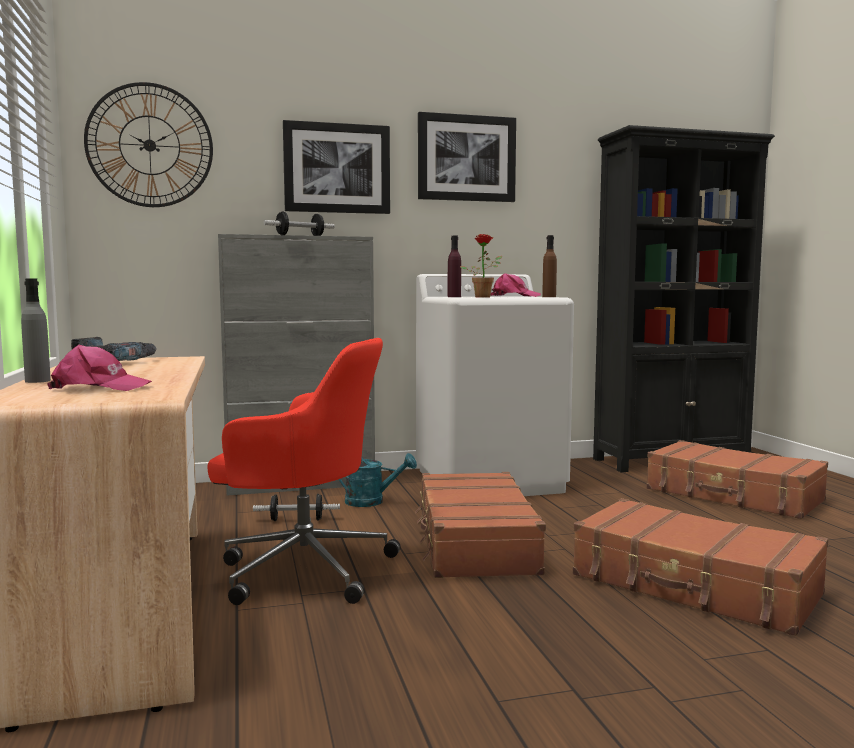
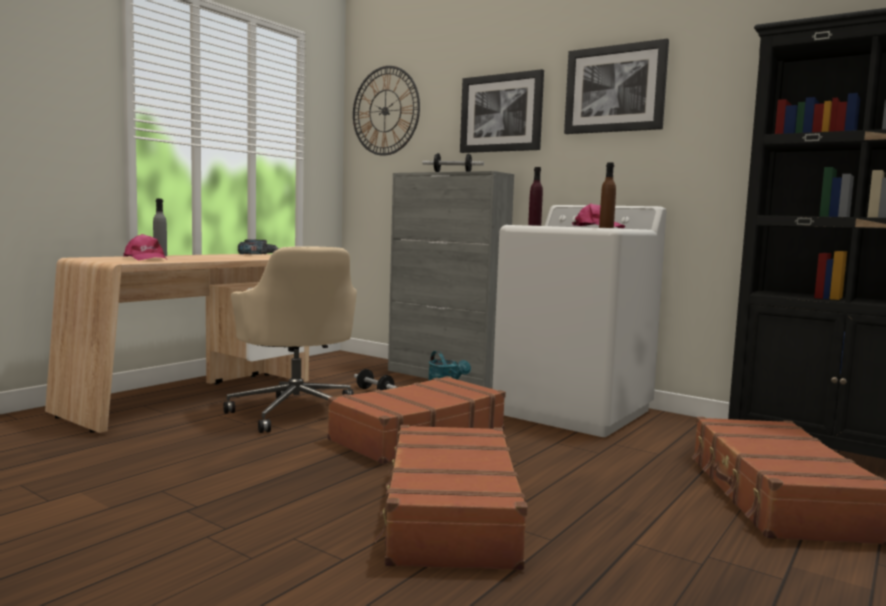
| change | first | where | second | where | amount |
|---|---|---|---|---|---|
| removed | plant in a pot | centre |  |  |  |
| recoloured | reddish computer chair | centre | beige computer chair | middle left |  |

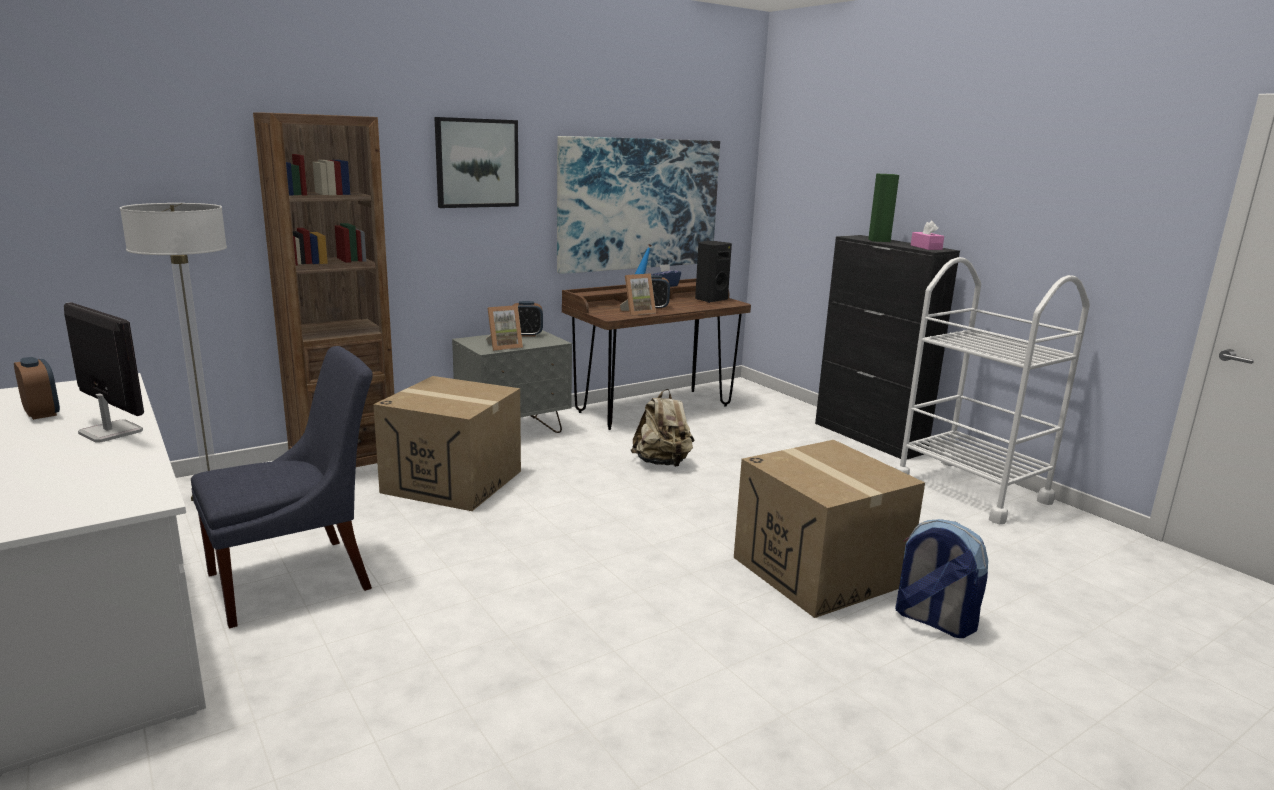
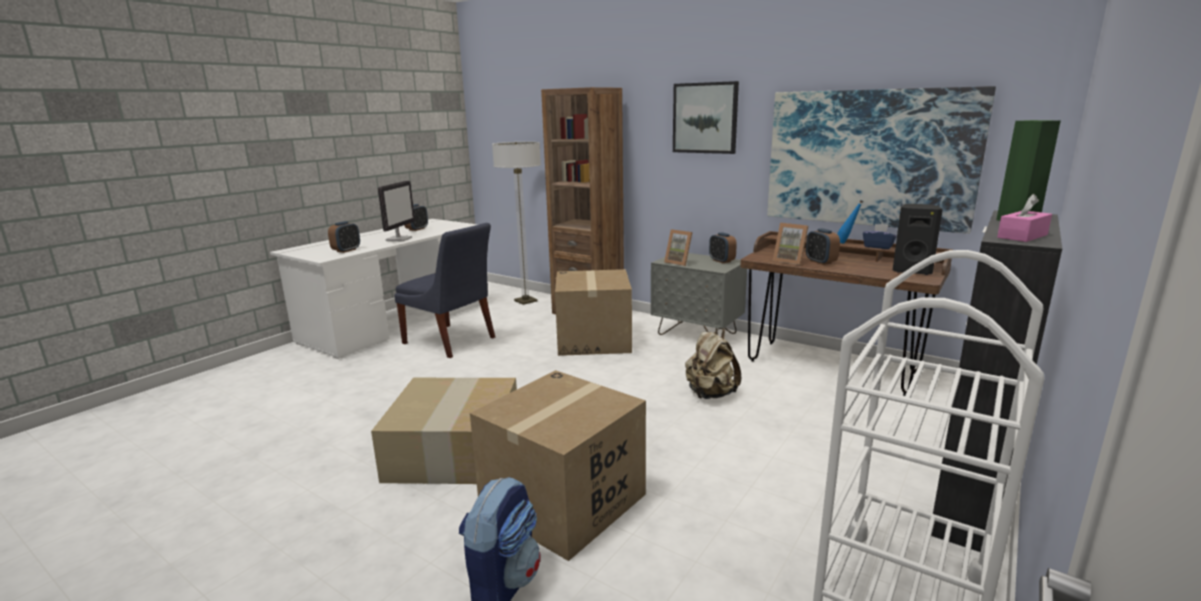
| change | first | where | second | where | amount |
|---|---|---|---|---|---|
| added |  |  | table clock (1st from left) | middle left |  |
| added |  |  | cardboard box (1st from left) | bottom centre |  |

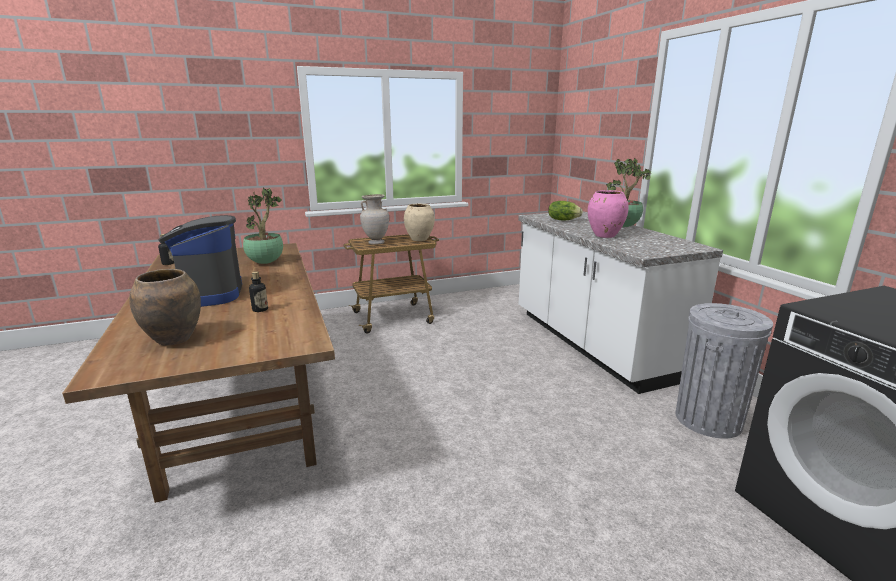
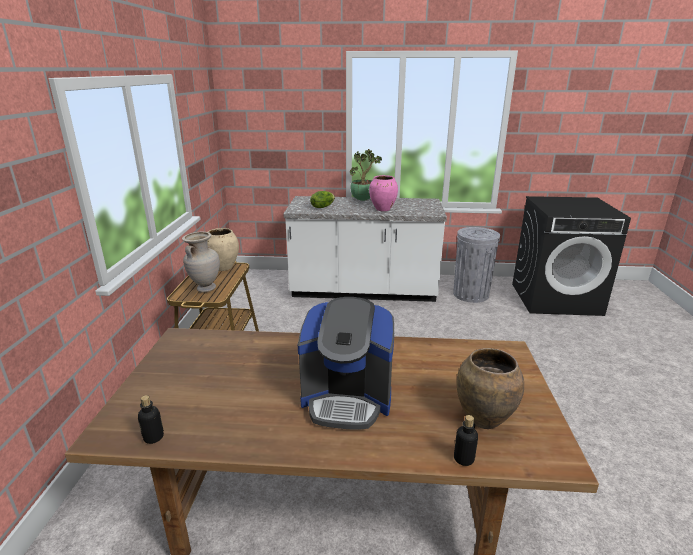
| change | first | where | second | where | amount |
|---|---|---|---|---|---|
| removed | plant in a pot (1st from left) | middle left |  |  |  |
| moved | bottle (2nd from left) | middle left |  | bottom right |  |

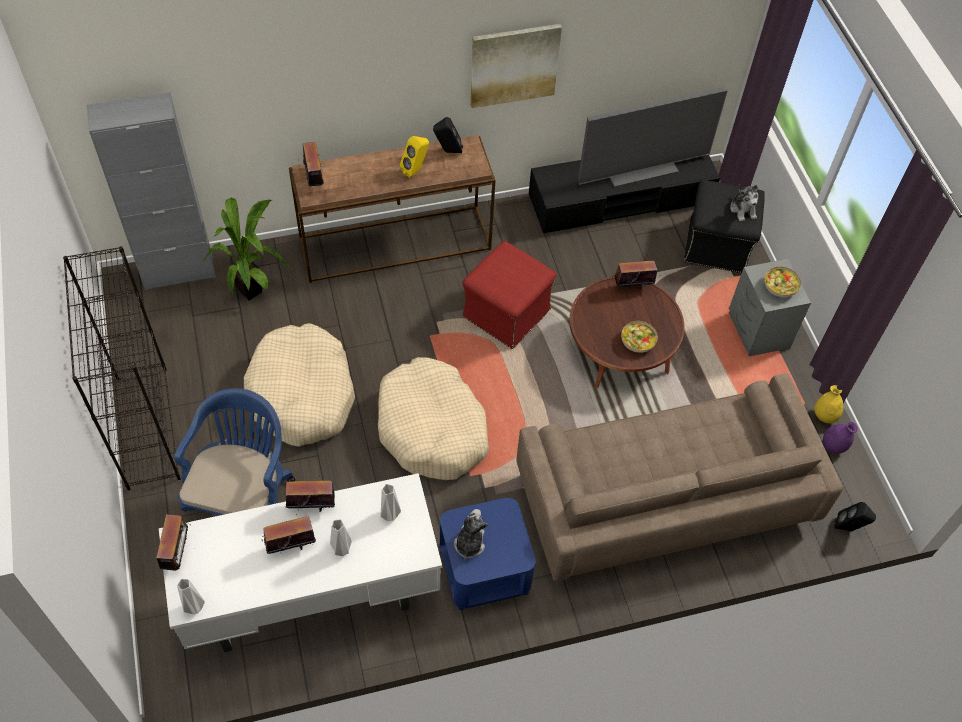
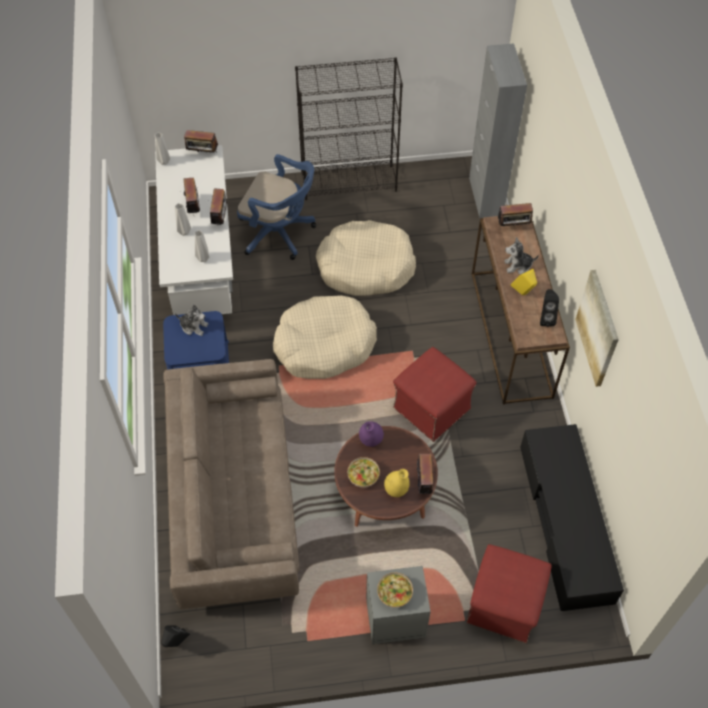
| change | first | where | second | where | amount |
|---|---|---|---|---|---|
| removed | TV | top right |  |  |  |
| recoloured | black-coloured pouffe | top right | reddish pouffe (2nd from left) | bottom right |  |
| moved | plush toy (2nd from left) | top right |  | middle right |  |
| removed | plant in a pot | middle left |  |  |  |
| moved | yellow decorative vase | middle right |  | bottom centre |  |
| moved | purplish decorative vase | middle right |  | centre |  |

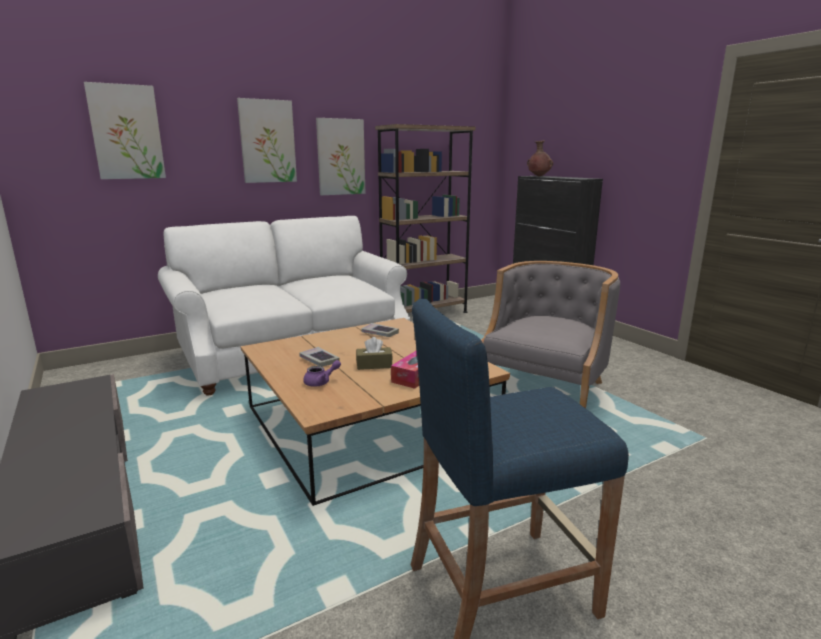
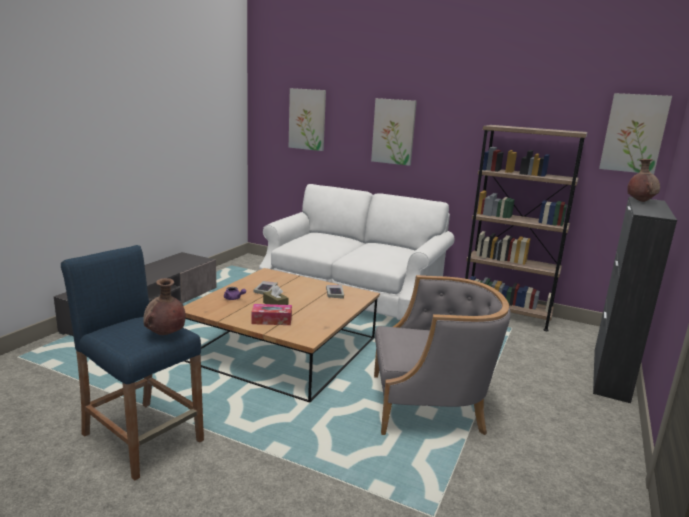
| change | first | where | second | where | amount |
|---|---|---|---|---|---|
| moved | wall art (3rd from left) | top centre |  | top right |  |
| added |  |  | brown decorative vase (1st from left) | middle left |  |

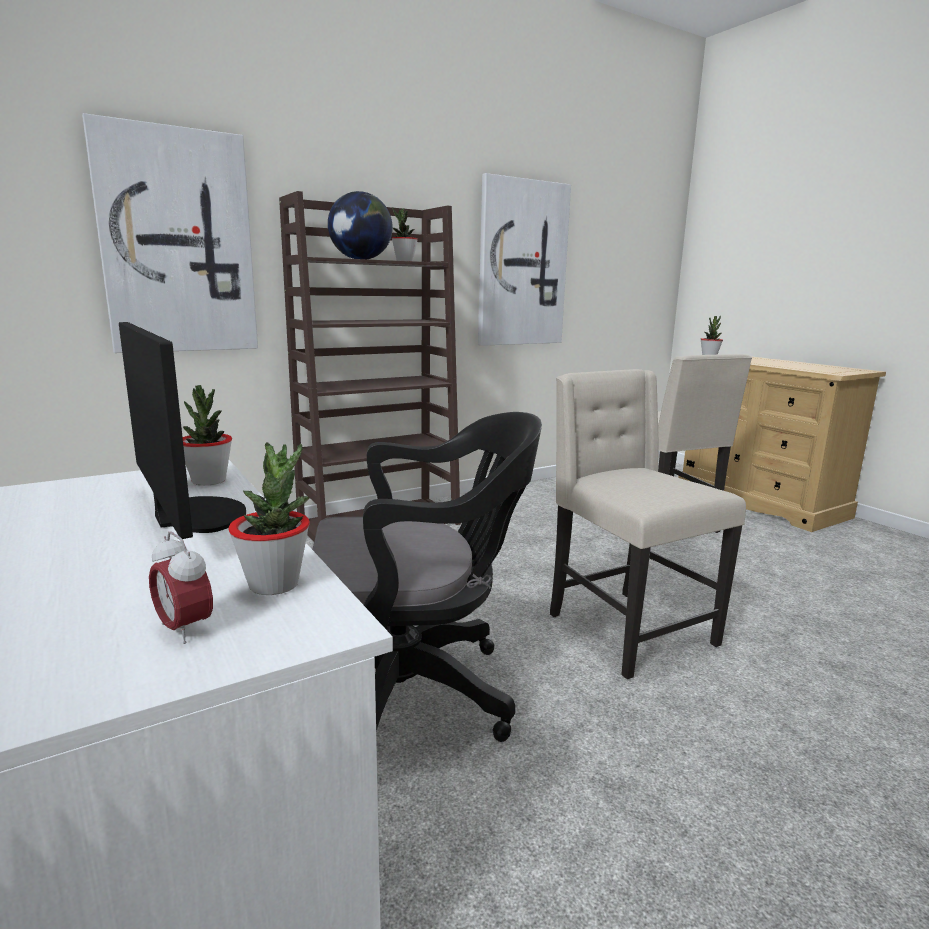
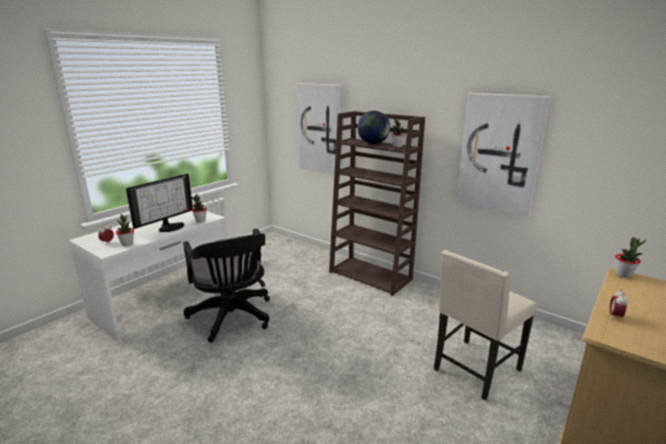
| change | first | where | second | where | amount |
|---|---|---|---|---|---|
| removed | beige plain chair (1st from left) | middle right |  |  |  |
| added |  |  | table clock (2nd from left) | bottom right |  |

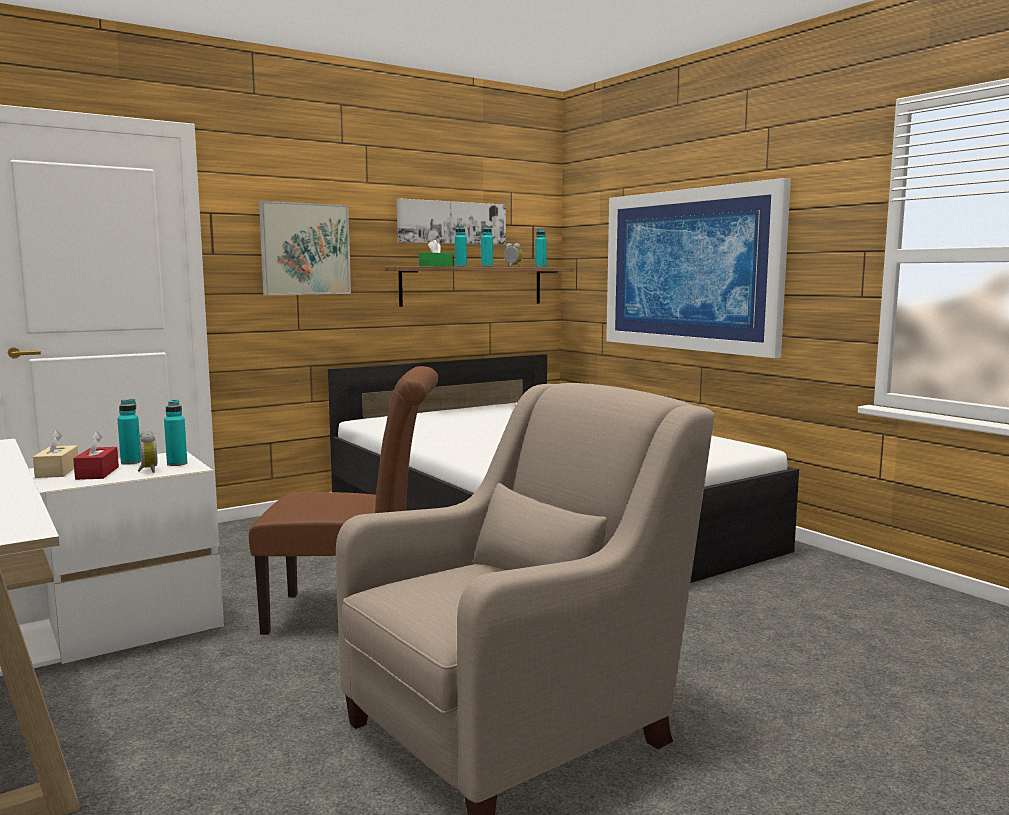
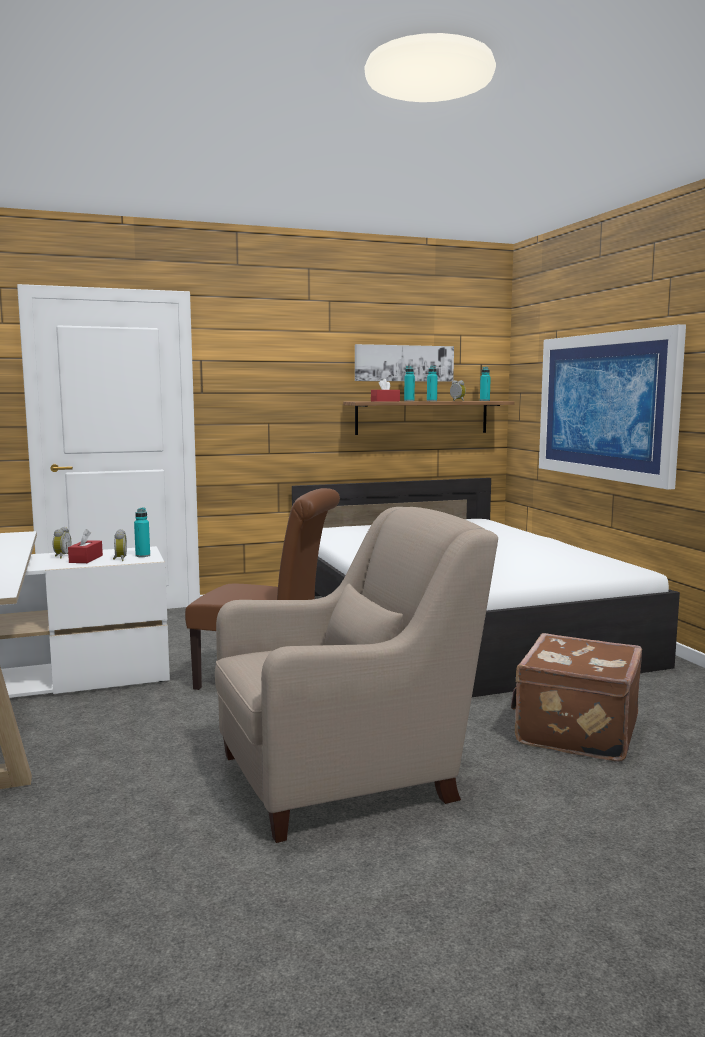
| change | first | where | second | where | amount |
|---|---|---|---|---|---|
| removed | wall art (1st from left) | top left |  |  |  |
| recoloured | greenish box of tissues | top centre | reddish box of tissues (2nd from left) | centre |  |
| removed | turquoise-coloured bottle (1st from left) | middle left |  |  |  |
| replaced | beige box of tissues | middle left | table clock (1st from left) | middle left |  |
| added |  |  | brown piece of luggage | bottom right |  |

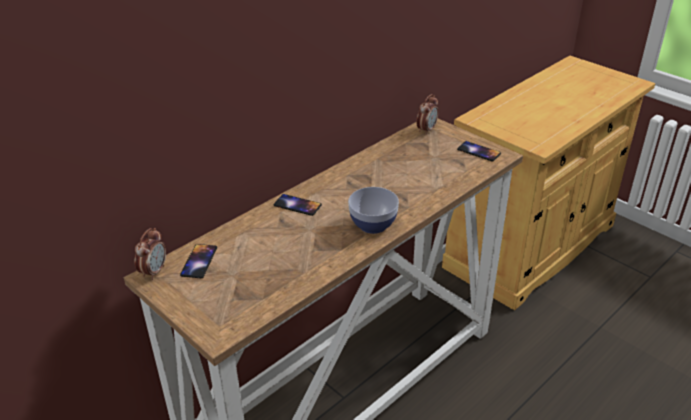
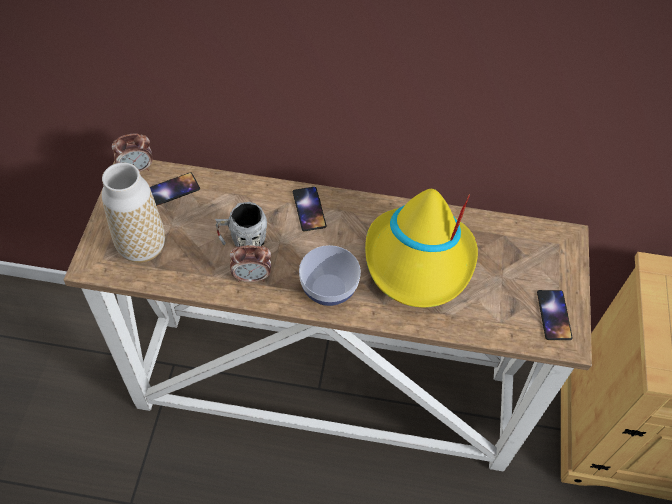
| change | first | where | second | where | amount |
|---|---|---|---|---|---|
| moved | table clock (2nd from left) | top centre |  | centre |  |
| added |  |  | decorative vase | middle left |  |
| added |  |  | yellow hat | centre |  |
| added |  |  | grey mug | centre |  |

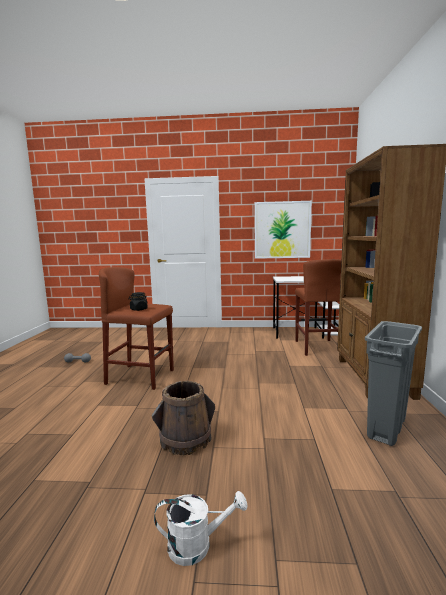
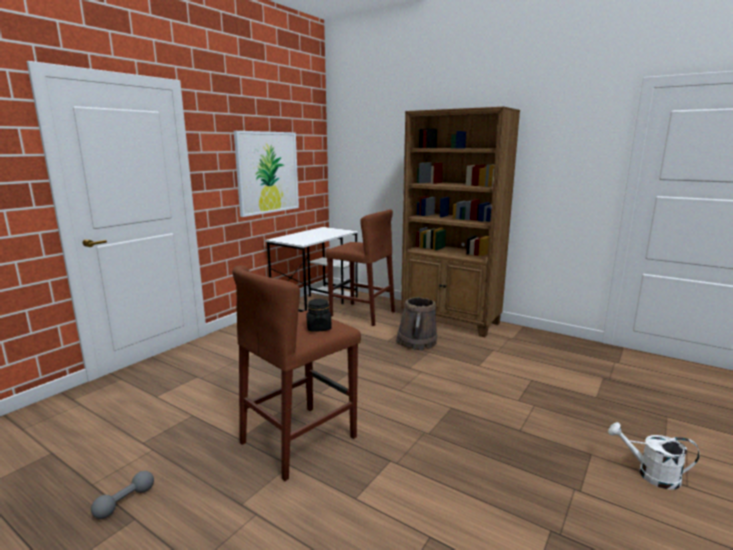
| change | first | where | second | where | amount |
|---|---|---|---|---|---|
| removed | grey waste bin | middle right |  |  |  |
| moved | brown pail | bottom centre |  | centre |  |
| turned | whitish watering pot | bottom centre |  | bottom right | 90 degrees counterclockwise |

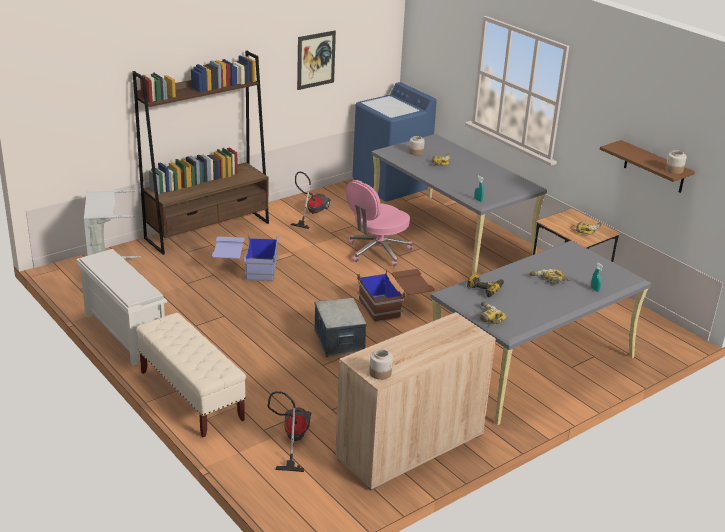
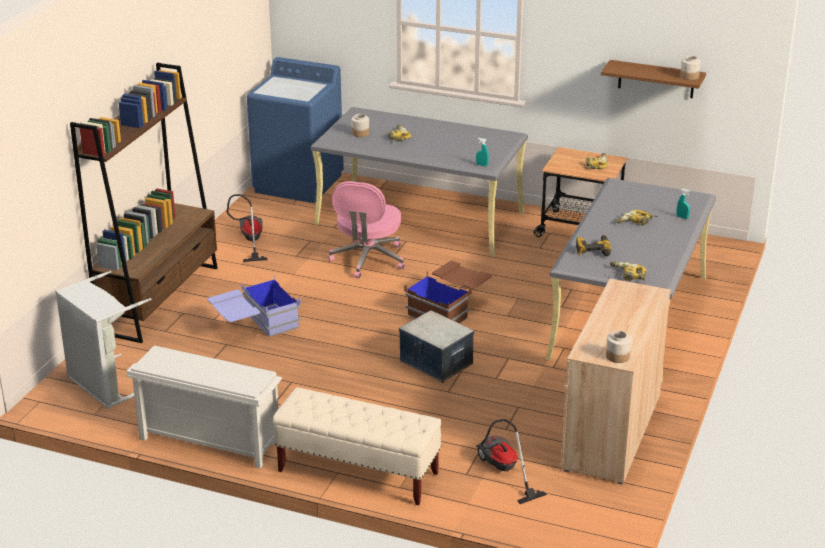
| change | first | where | second | where | amount |
|---|---|---|---|---|---|
| removed | wall art | top centre |  |  |  |

